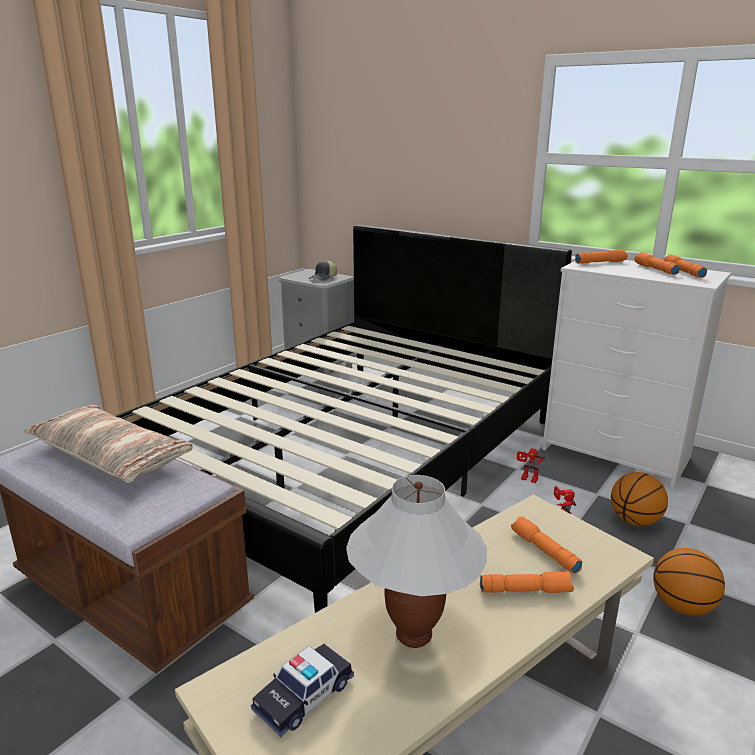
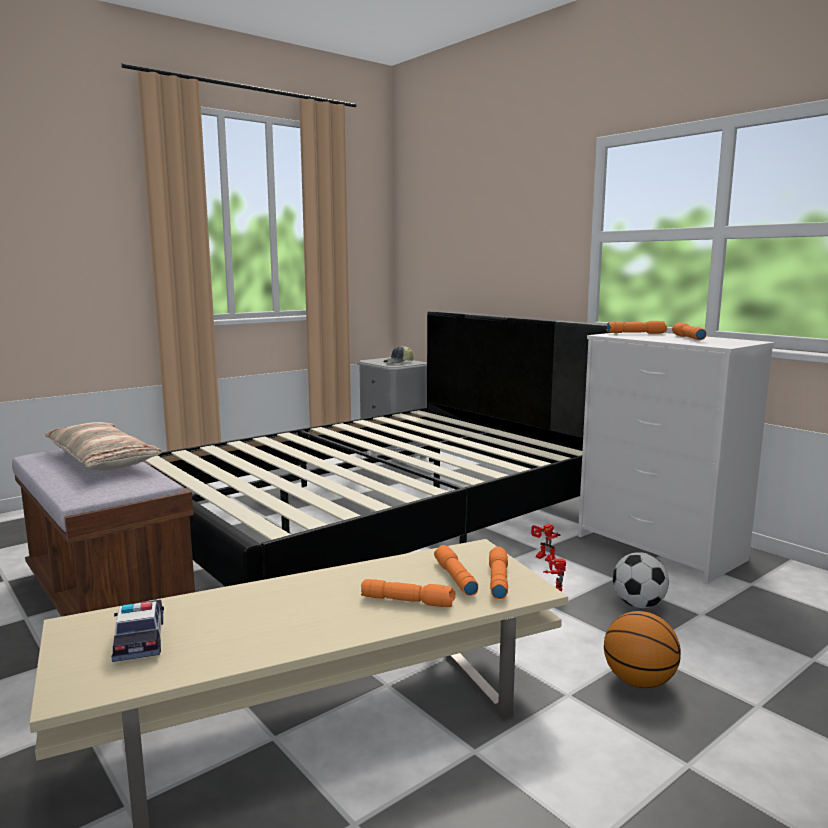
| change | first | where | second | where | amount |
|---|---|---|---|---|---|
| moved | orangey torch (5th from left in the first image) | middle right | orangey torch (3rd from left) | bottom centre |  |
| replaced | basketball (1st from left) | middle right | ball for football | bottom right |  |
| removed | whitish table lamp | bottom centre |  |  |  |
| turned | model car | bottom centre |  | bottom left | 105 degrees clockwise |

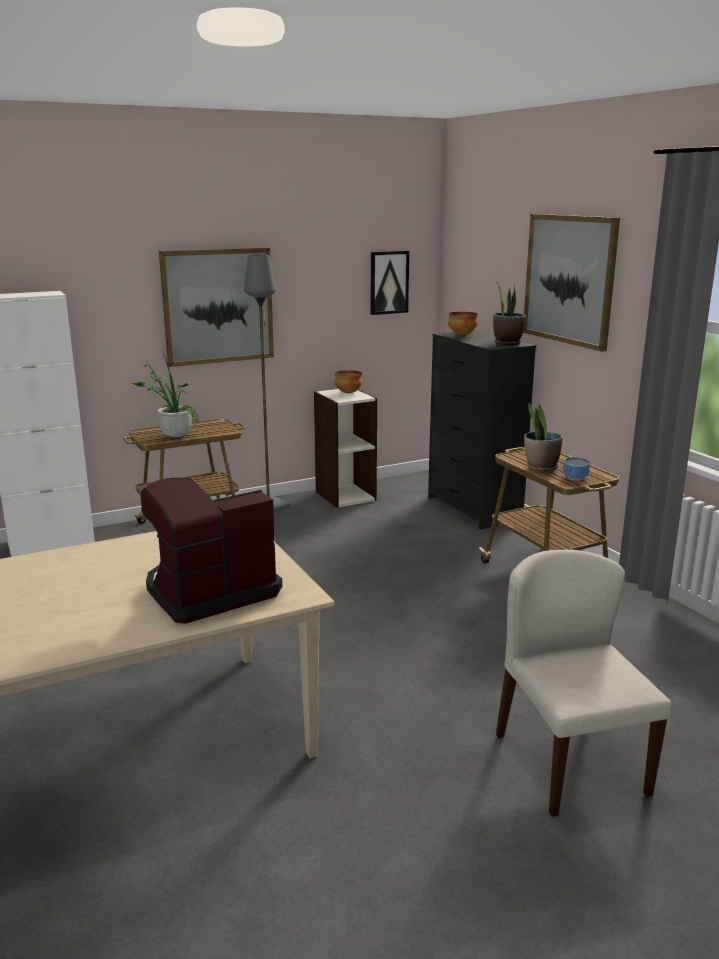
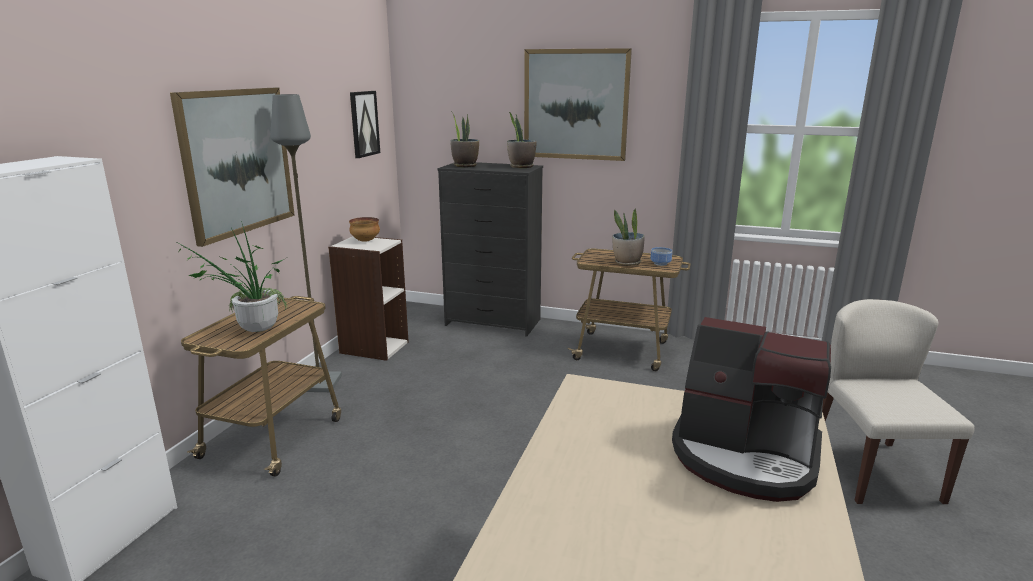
| change | first | where | second | where | amount |
|---|---|---|---|---|---|
| replaced | serving bowl (2nd from left) | centre | plant in a pot (2nd from left) | top centre |  |
| turned | coffee maker | middle left |  | bottom right | 75 degrees counterclockwise |
| turned | beige plain chair | bottom right |  | bottom right | 60 degrees clockwise |

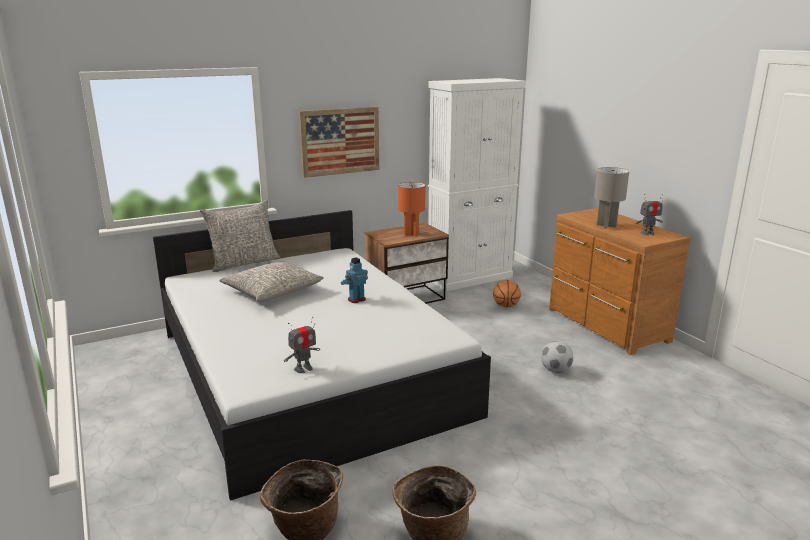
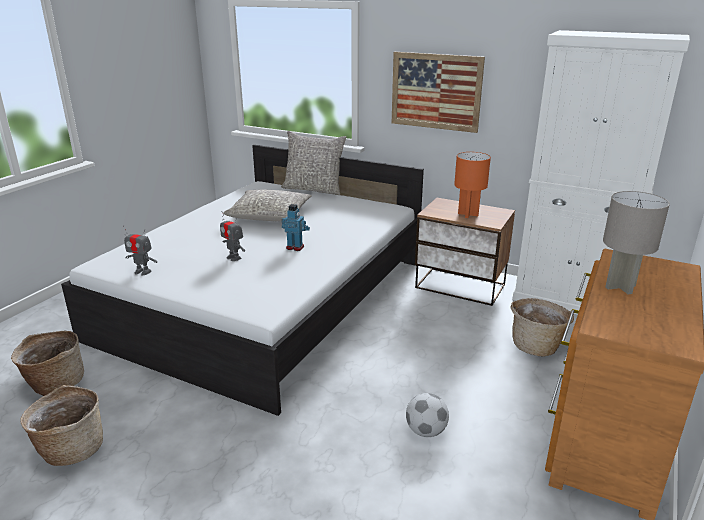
| change | first | where | second | where | amount |
|---|---|---|---|---|---|
| moved | model robot (3rd from left in the first image) | middle right | model robot (2nd from left) | middle left |  |
| replaced | basketball | centre | storage basket (3rd from left) | middle right |  |

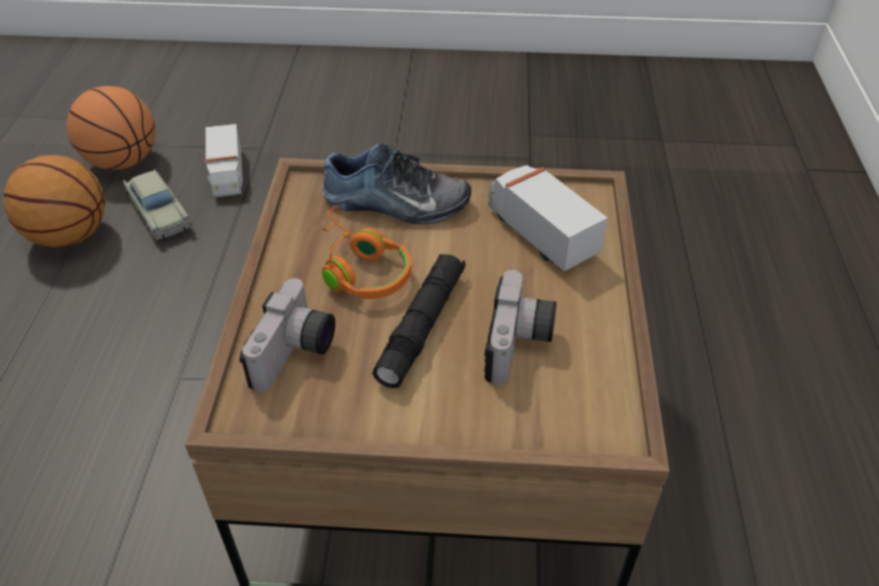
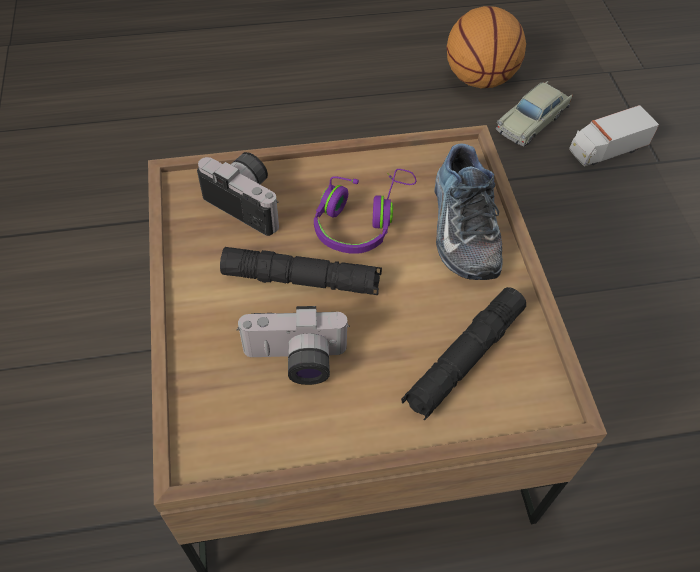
| change | first | where | second | where | amount |
|---|---|---|---|---|---|
| removed | basketball (2nd from left) | top left |  |  |  |
| replaced | toy lorry (2nd from left) | centre | black-coloured torch (2nd from left) | centre |  |
| recoloured | orangey pair of headphones | centre | purplish pair of headphones | centre |  |
| turned | photo camera (1st from left) | middle left |  | centre | 150 degrees counterclockwise |

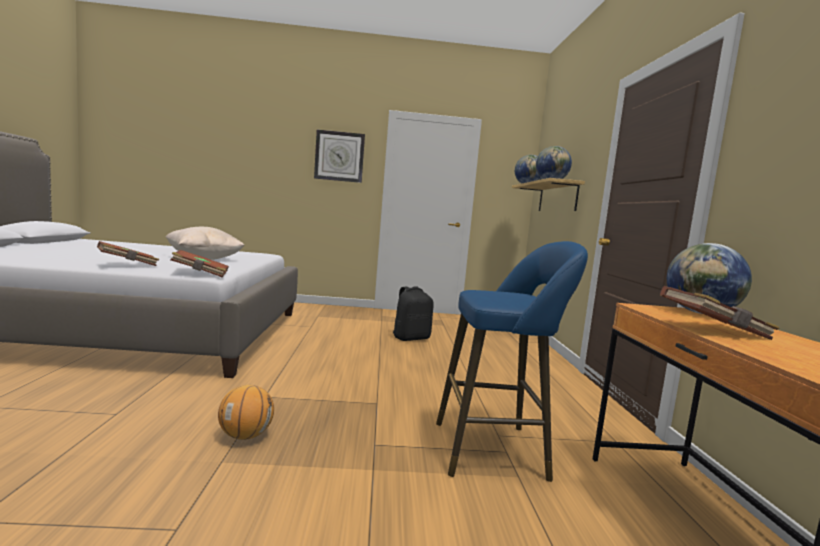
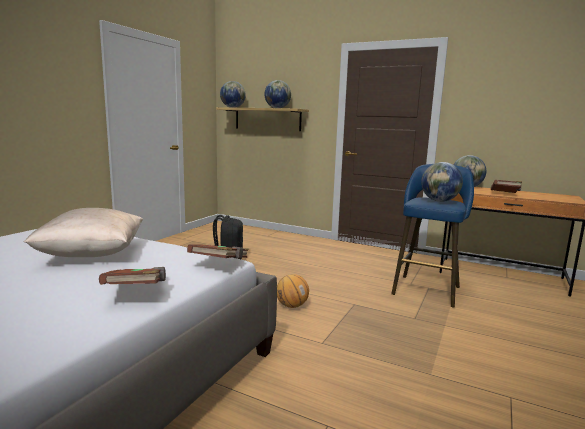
| change | first | where | second | where | amount |
|---|---|---|---|---|---|
| removed | wall clock | top centre |  |  |  |
| moved | basketball | bottom left |  | bottom centre |  |
| added |  |  | desk globe (3rd from left) | middle right |  |

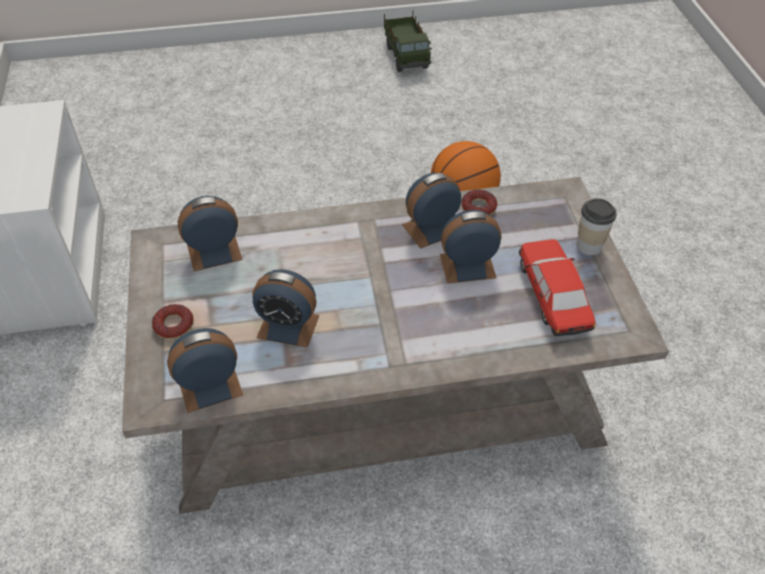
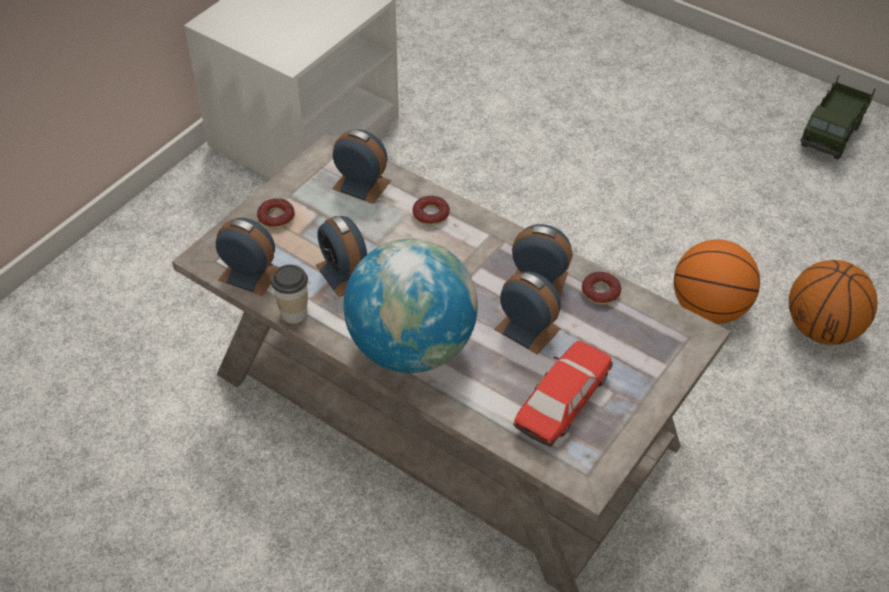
| change | first | where | second | where | amount |
|---|---|---|---|---|---|
| moved | small cup | middle right |  | middle left |  |
| added |  |  | donut (2nd from left) | centre |  |
| added |  |  | desk globe | centre |  |
| added |  |  | basketball (2nd from left) | middle right |  |

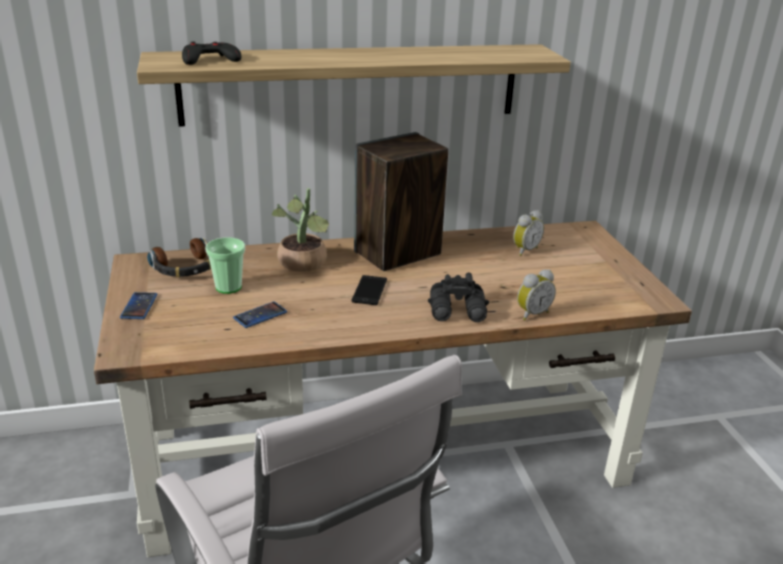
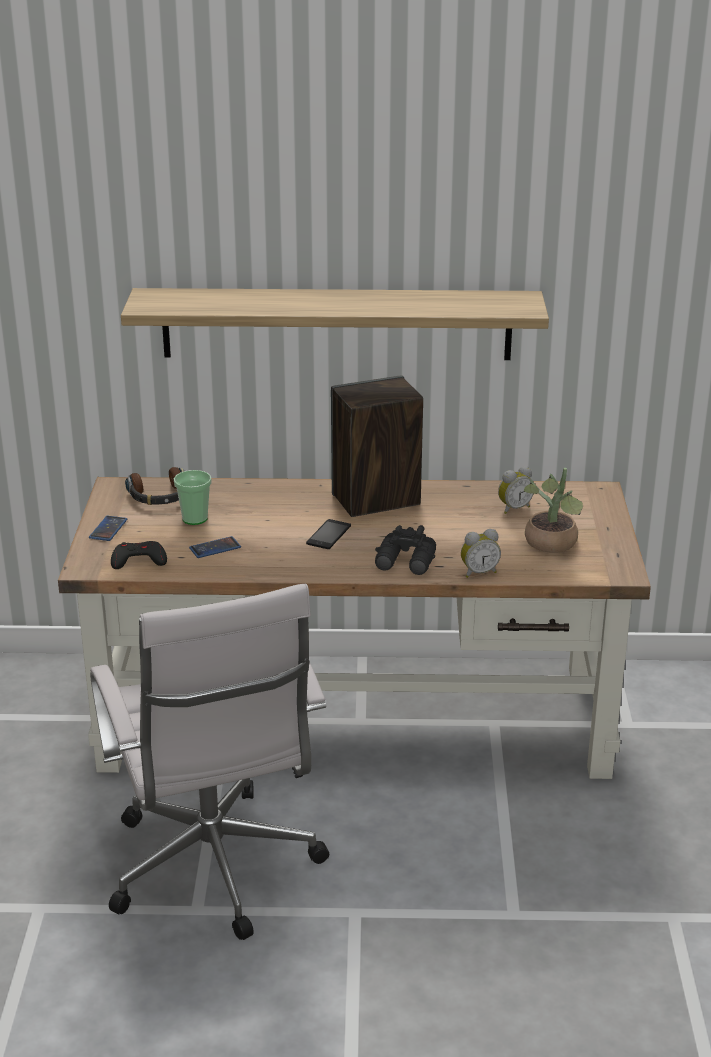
| change | first | where | second | where | amount |
|---|---|---|---|---|---|
| moved | black-coloured game controller | top left |  | middle left |  |
| moved | plant in a pot | centre |  | middle right |  |

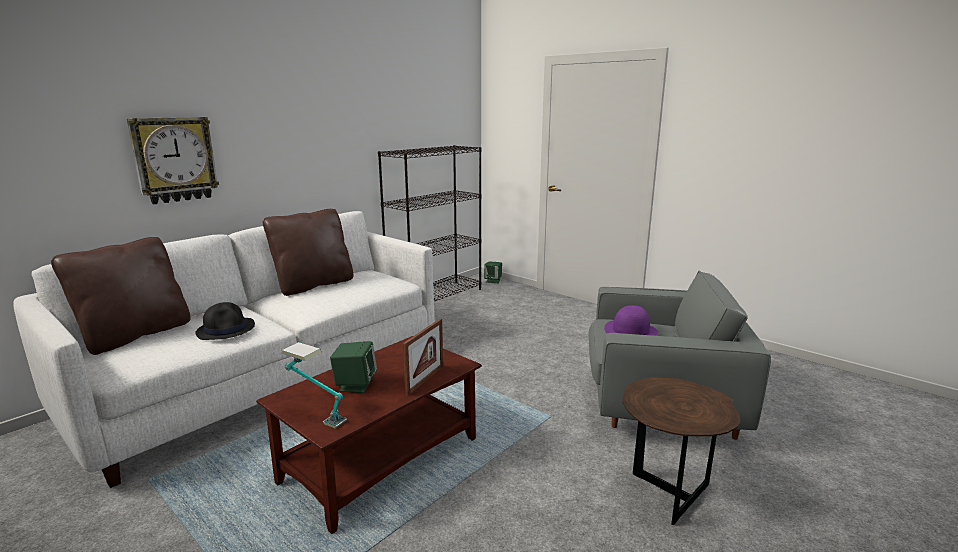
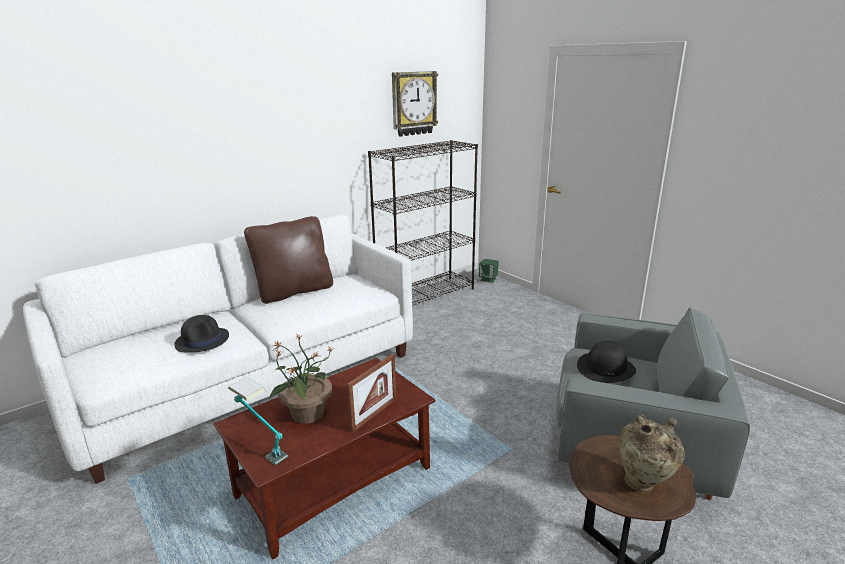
| change | first | where | second | where | amount |
|---|---|---|---|---|---|
| moved | wall clock | top left |  | top centre |  |
| removed | brown pillow (1st from left) | middle left |  |  |  |
| recoloured | purplish hat | centre | black-coloured hat (2nd from left) | middle right |  |
| replaced | greenish speaker (1st from left) | centre | plant in a pot | bottom centre |  |
| added |  |  | beige decorative vase | bottom right |  |

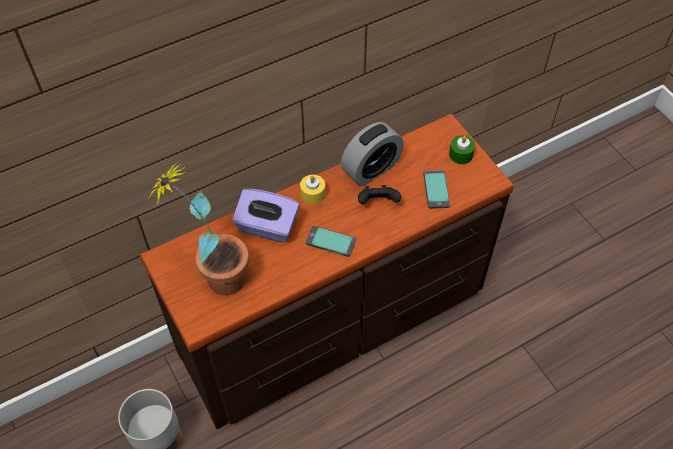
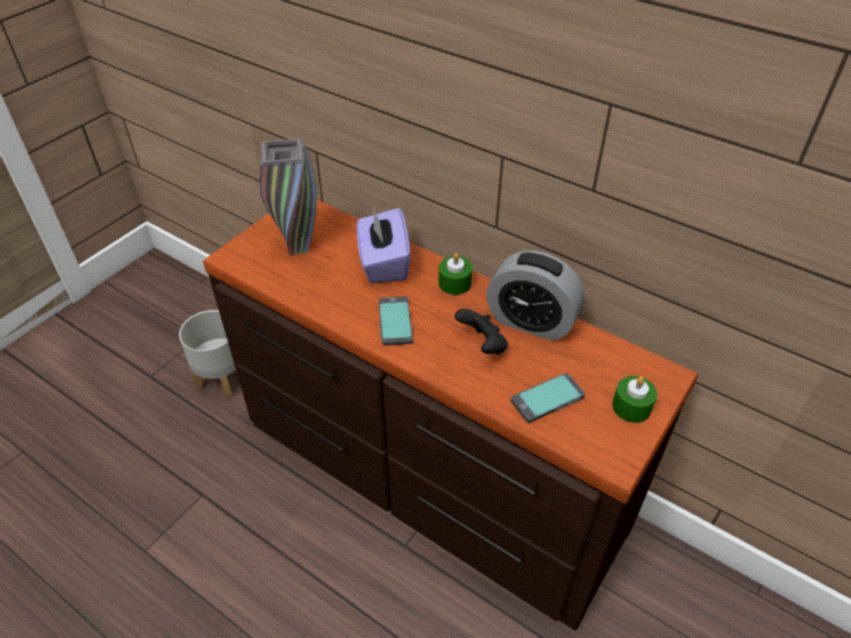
| change | first | where | second | where | amount |
|---|---|---|---|---|---|
| replaced | plant in a pot | middle left | grey decorative vase | top centre |  |
| recoloured | yellow wax candle | centre | greenish wax candle (1st from left) | centre |  |

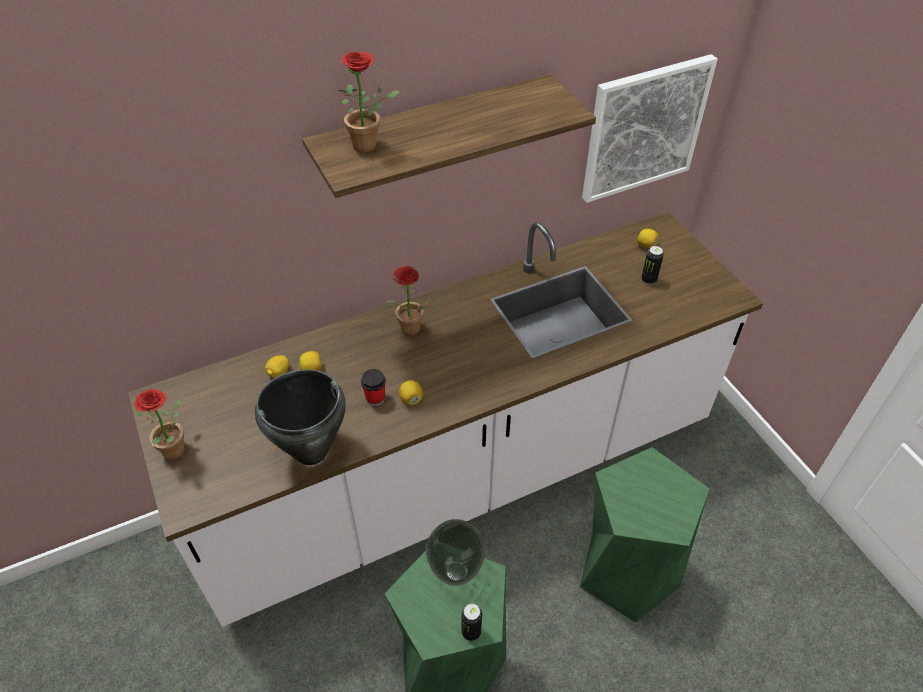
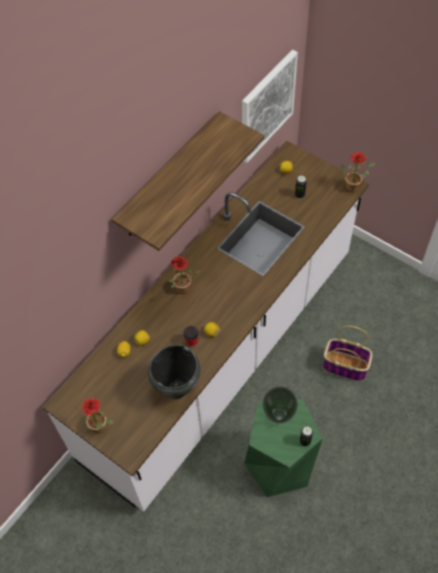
| change | first | where | second | where | amount |
|---|---|---|---|---|---|
| moved | plant in a pot (2nd from left in the first image) | top centre | plant in a pot (3rd from left) | top right |  |
| replaced | greenish sitting stool (2nd from left) | bottom right | storage basket | middle right |  |

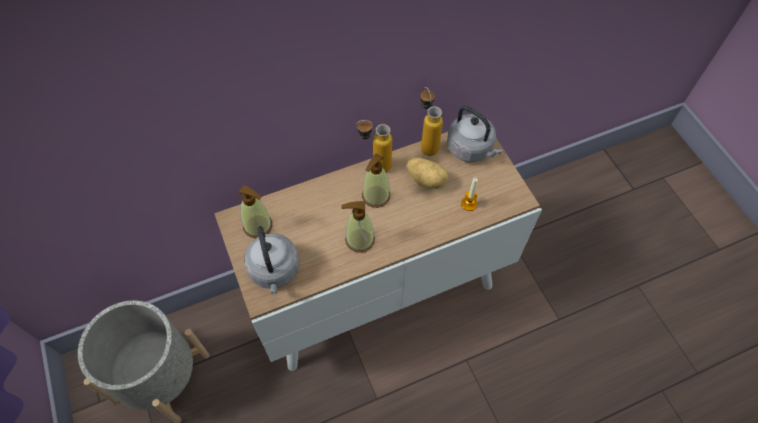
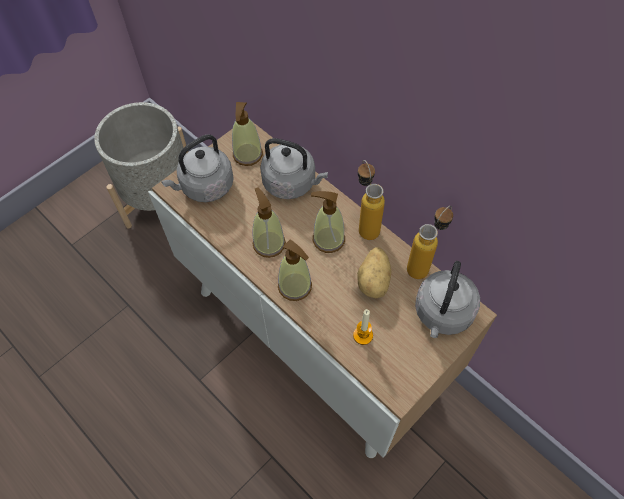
| change | first | where | second | where | amount |
|---|---|---|---|---|---|
| added |  |  | grey water kettle (2nd from left) | centre |  |
| added |  |  | liquid soap bottle (3rd from left) | centre |  |

